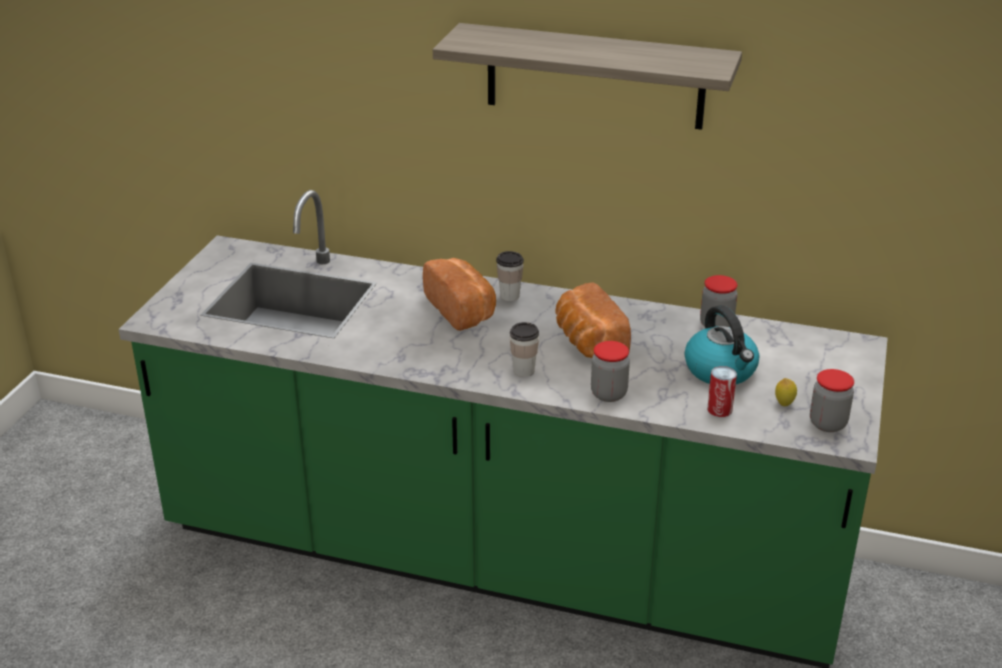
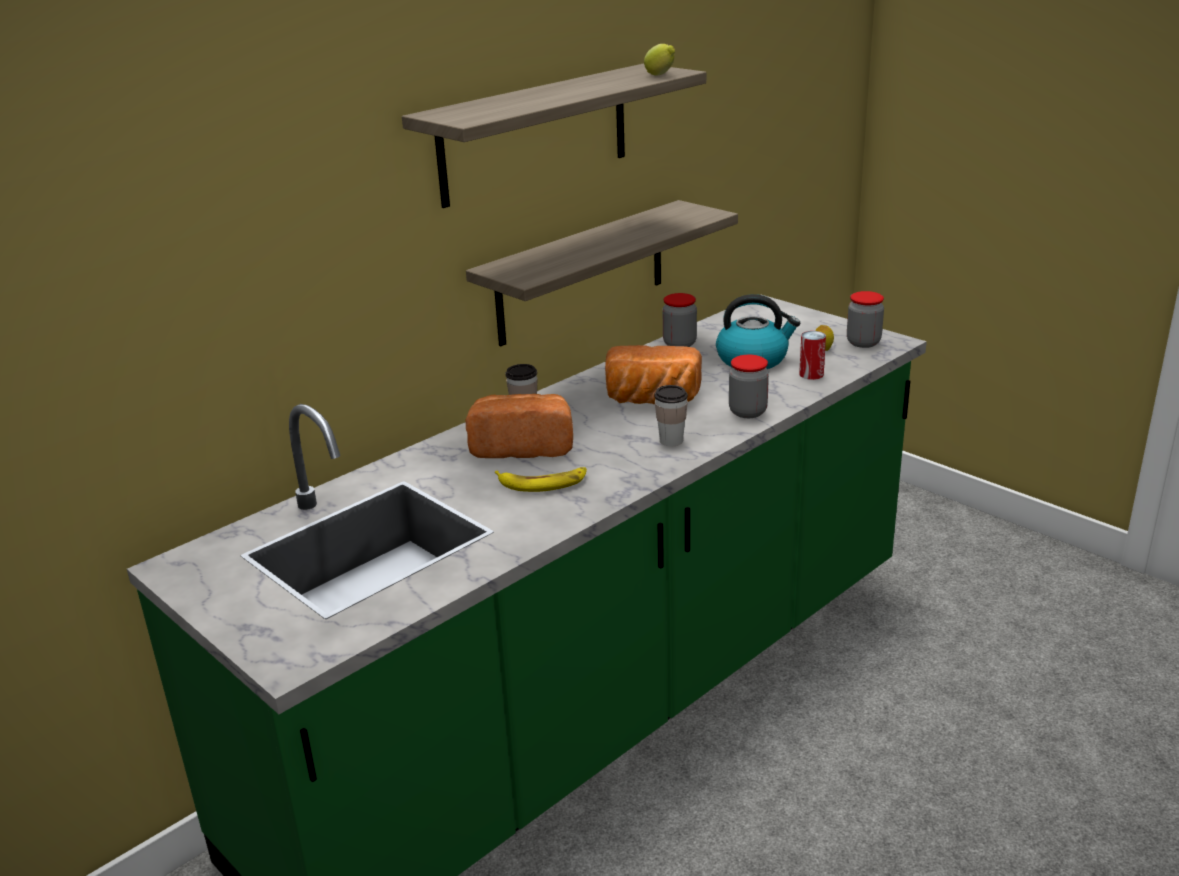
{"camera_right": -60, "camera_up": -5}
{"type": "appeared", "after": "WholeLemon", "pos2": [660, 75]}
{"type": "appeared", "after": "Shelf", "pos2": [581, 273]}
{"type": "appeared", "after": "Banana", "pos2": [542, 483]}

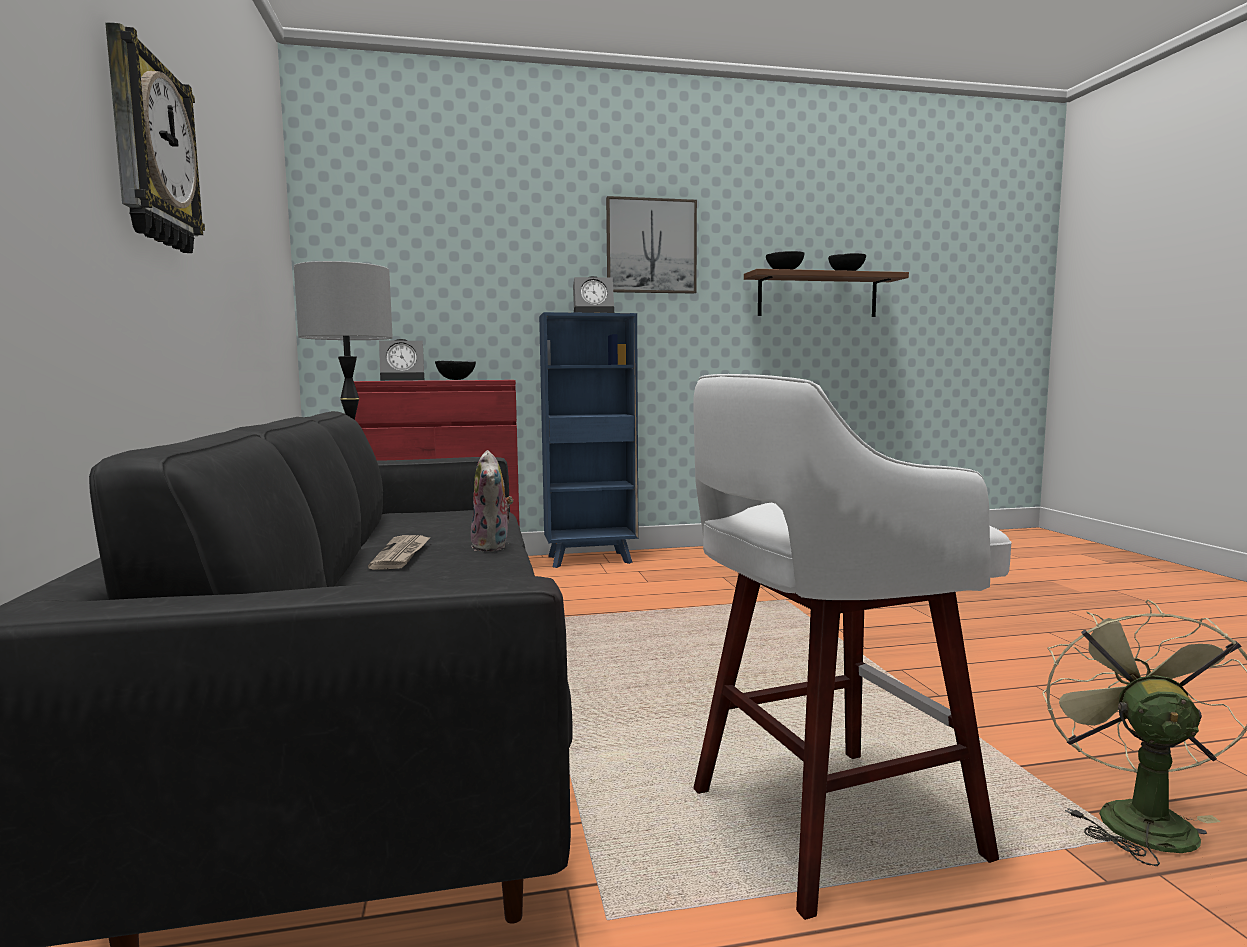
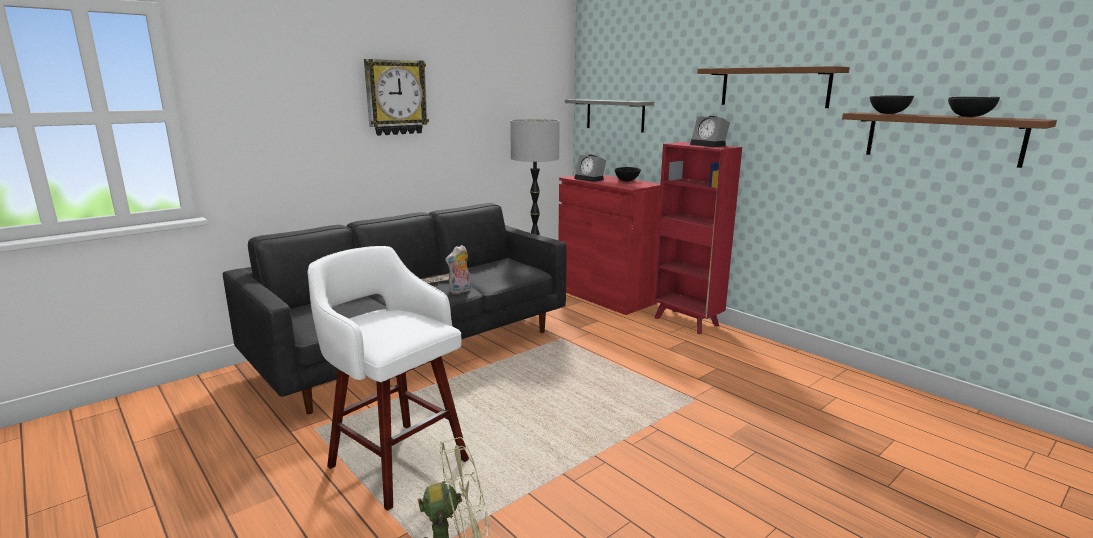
{"camera_right": 60, "camera_up": 10}
{"type": "exchanged", "before": "Picture", "after": "BrownishShelf", "pos1": [651, 246], "pos2": [774, 87]}
{"type": "colour", "before": "BluishBookshelf", "after": "ReddishBookshelf", "pos1": [591, 560], "pos2": [687, 322]}
{"type": "appeared", "after": "GreyShelf", "pos2": [615, 115]}

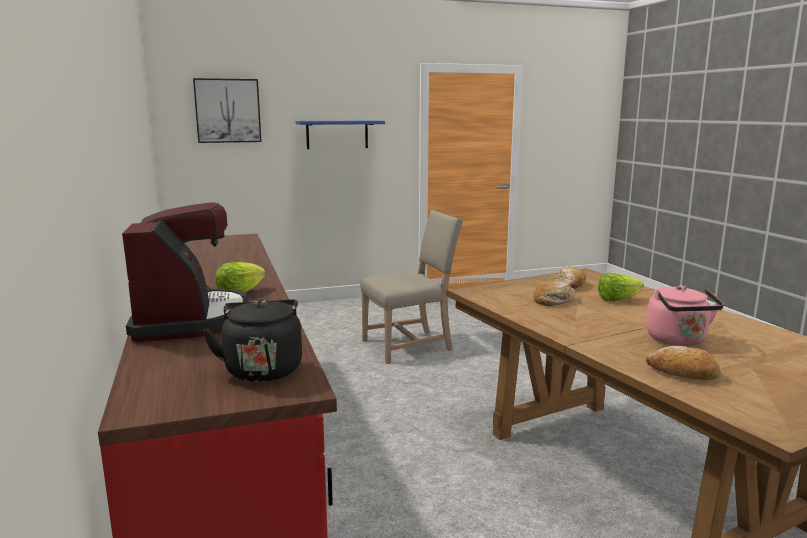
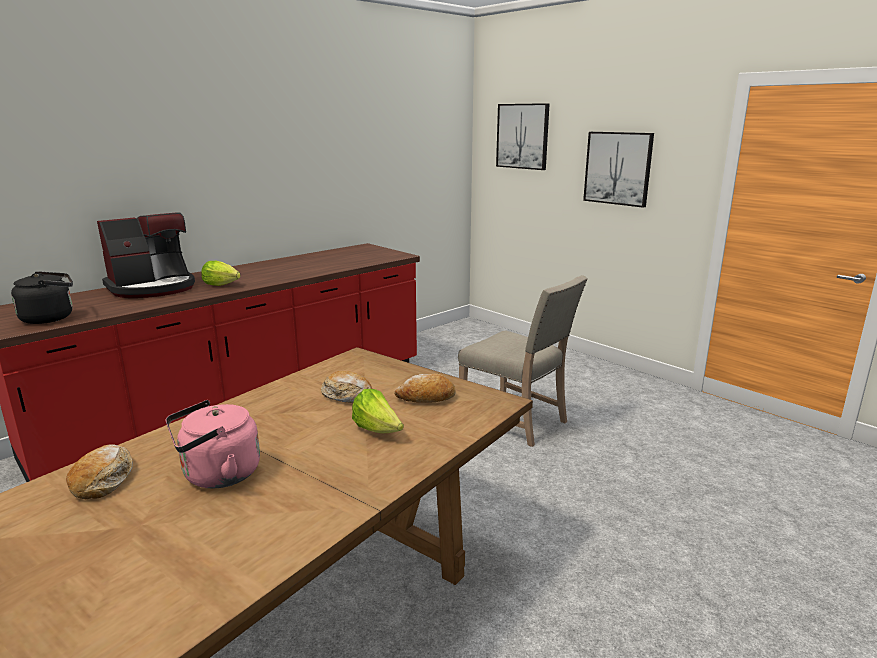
{"camera_right": 65, "camera_up": 5}
{"type": "exchanged", "before": "BluishShelf", "after": "Picture", "pos1": [337, 134], "pos2": [618, 168]}

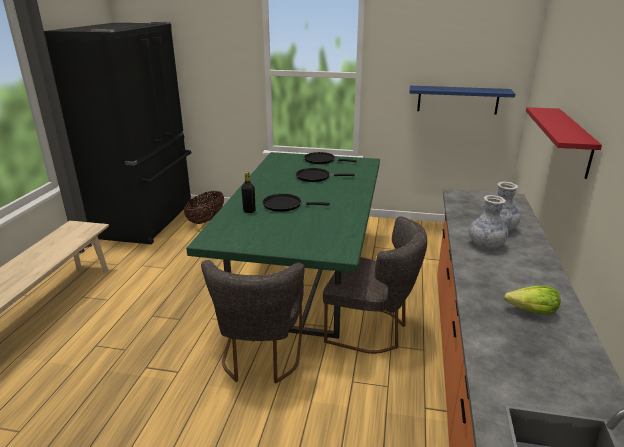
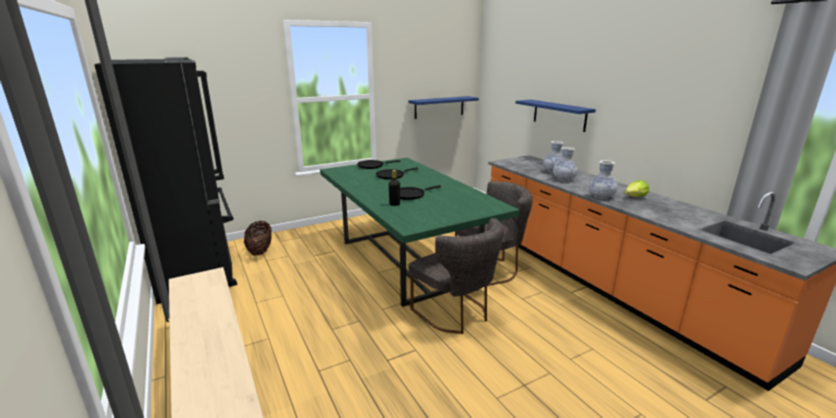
{"camera_right": -40, "camera_up": -5}
{"type": "colour", "before": "ReddishShelf", "after": "BluishShelf", "pos1": [573, 142], "pos2": [559, 115]}
{"type": "appeared", "after": "DecorativeVase", "pos2": [601, 196]}

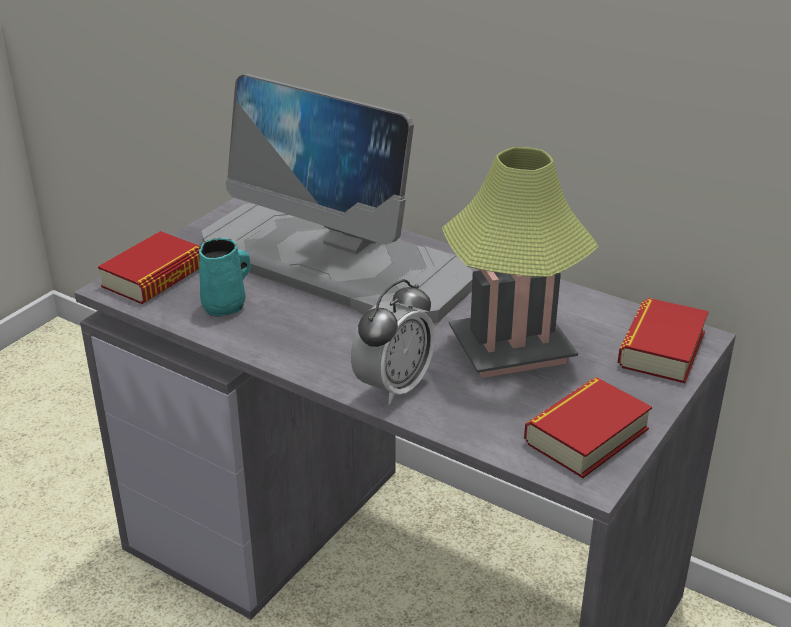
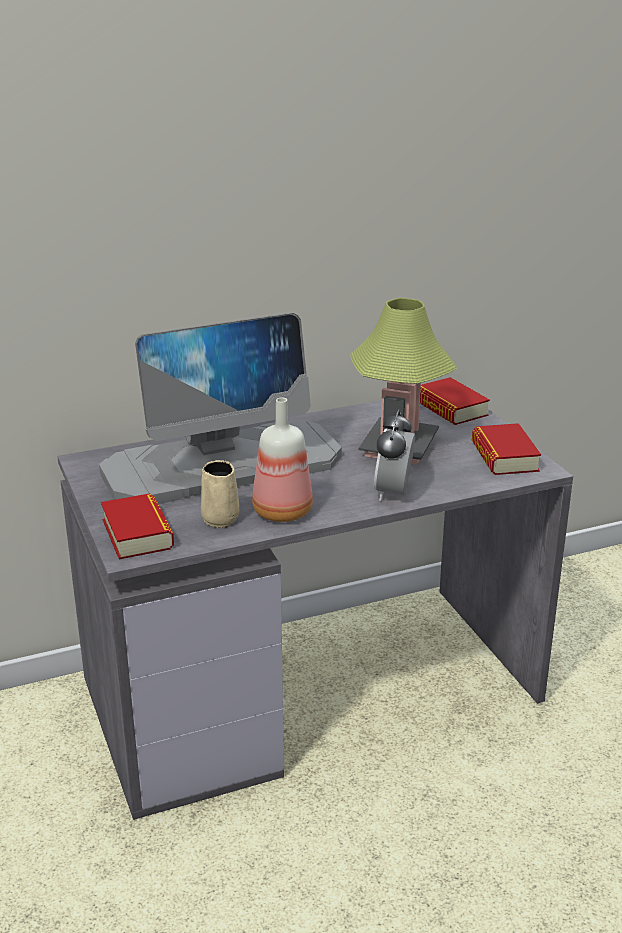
{"camera_right": -55, "camera_up": -5}
{"type": "colour", "before": "BlueGreenCoffeeMug", "after": "BeigeColouredCoffeeMug", "pos1": [226, 305], "pos2": [220, 518]}
{"type": "spun", "before": "TableClock", "pos1": [393, 387], "pos2": [393, 493], "turn": -150}
{"type": "appeared", "after": "Bottle", "pos2": [282, 513]}

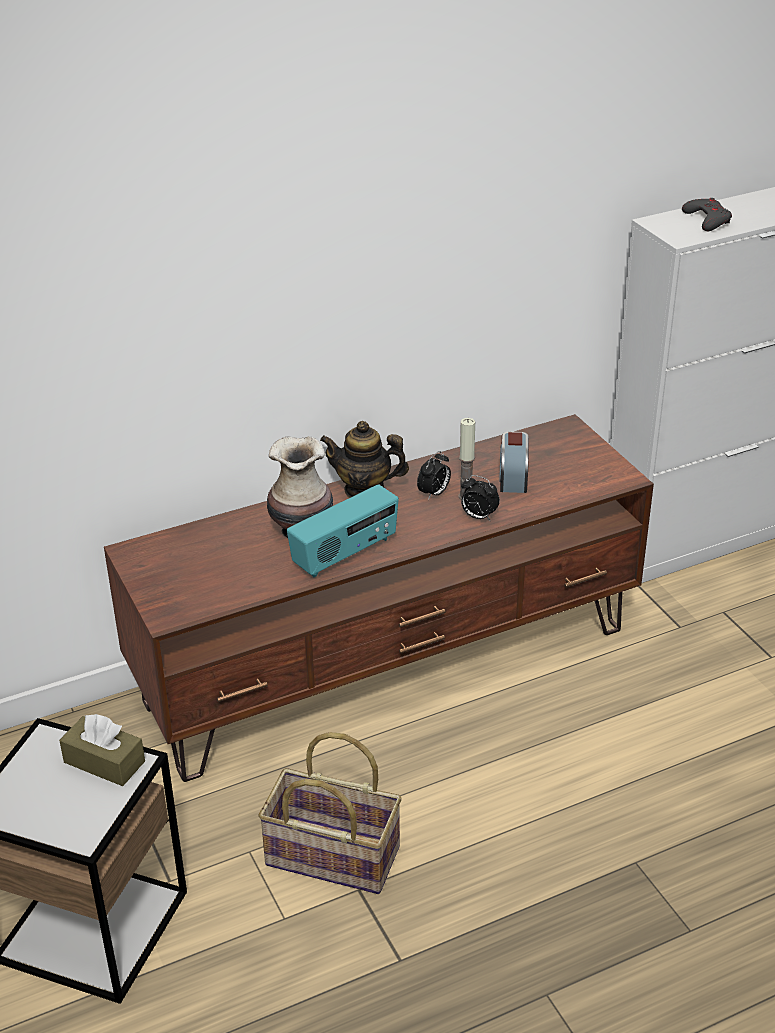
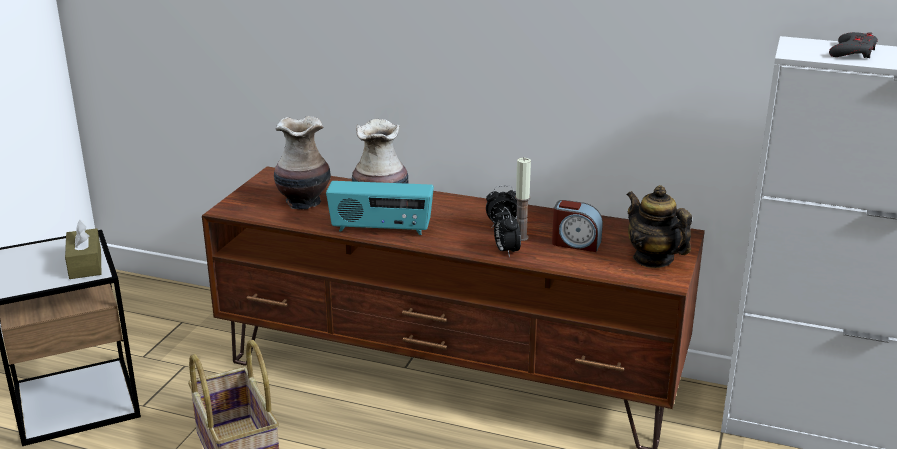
{"camera_right": 45, "camera_up": -10}
{"type": "relocated", "before": "PotForTea", "pos1": [364, 490], "pos2": [653, 259]}
{"type": "spun", "before": "TableClock", "pos1": [513, 478], "pos2": [576, 243], "turn": -120}
{"type": "appeared", "after": "DecorativeVase", "pos2": [303, 202]}

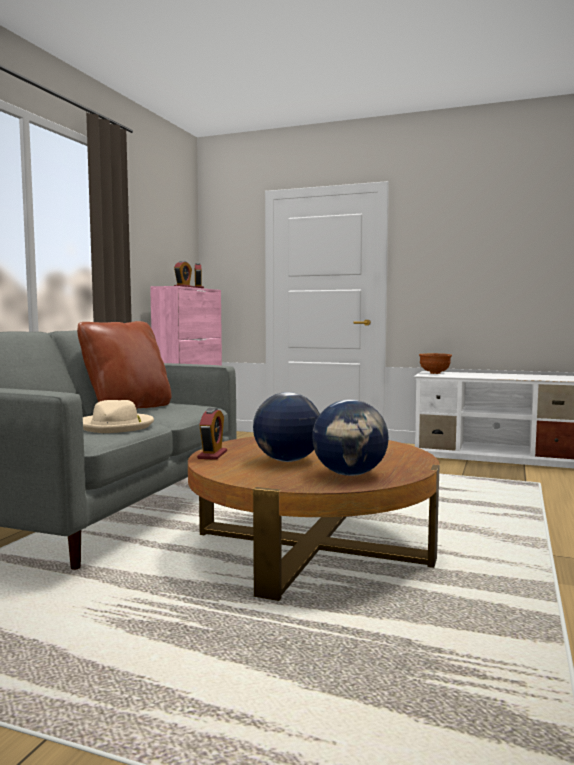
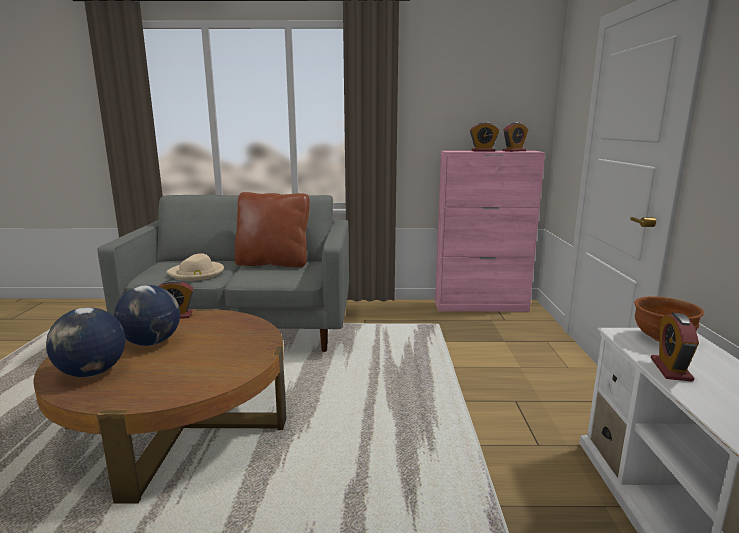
{"camera_right": 70, "camera_up": 10}
{"type": "appeared", "after": "TableClock", "pos2": [671, 369]}

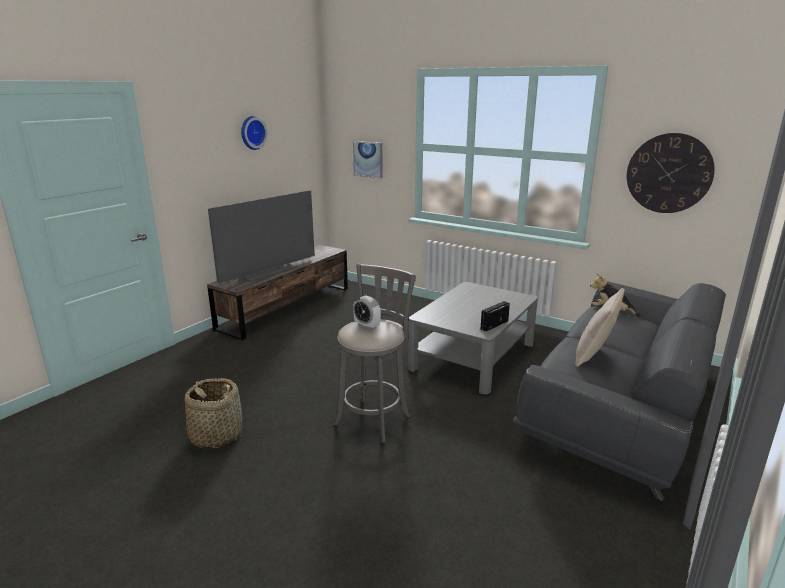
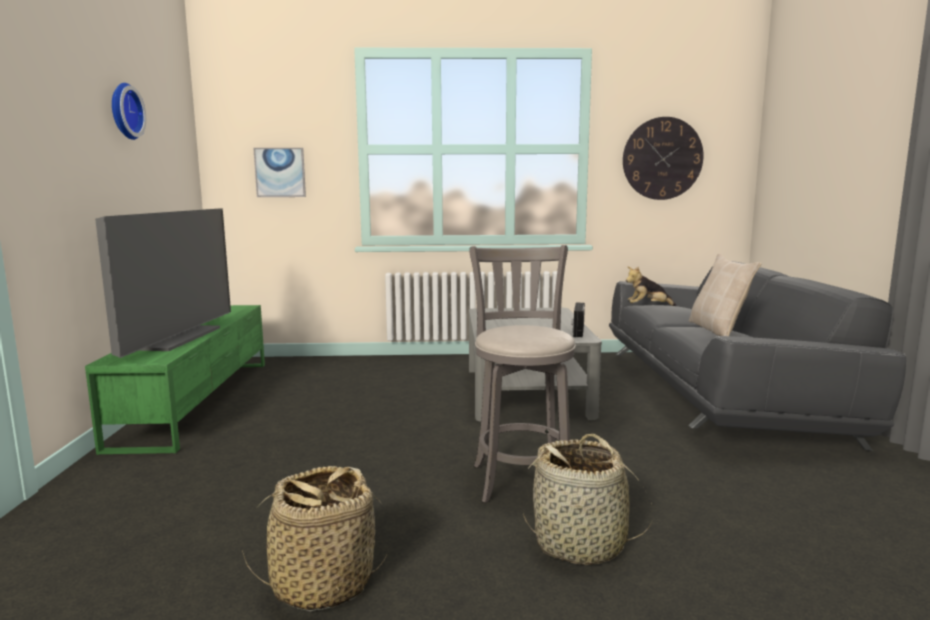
{"camera_right": -35, "camera_up": -10}
{"type": "colour", "before": "BrownishMediaConsole", "after": "GreenMediaConsole", "pos1": [287, 307], "pos2": [198, 400]}
{"type": "missing", "before": "TableClock", "pos1": [367, 326]}
{"type": "appeared", "after": "Basket", "pos2": [580, 543]}

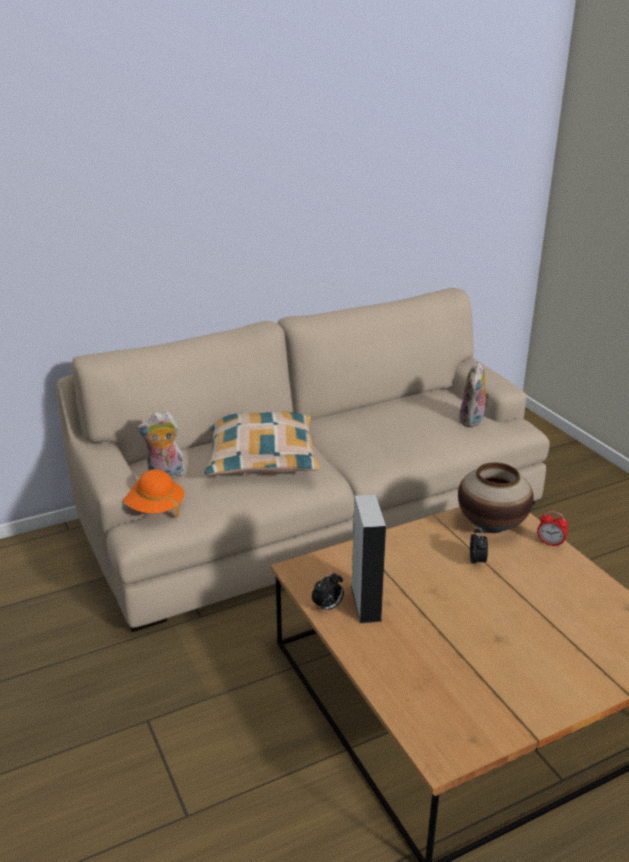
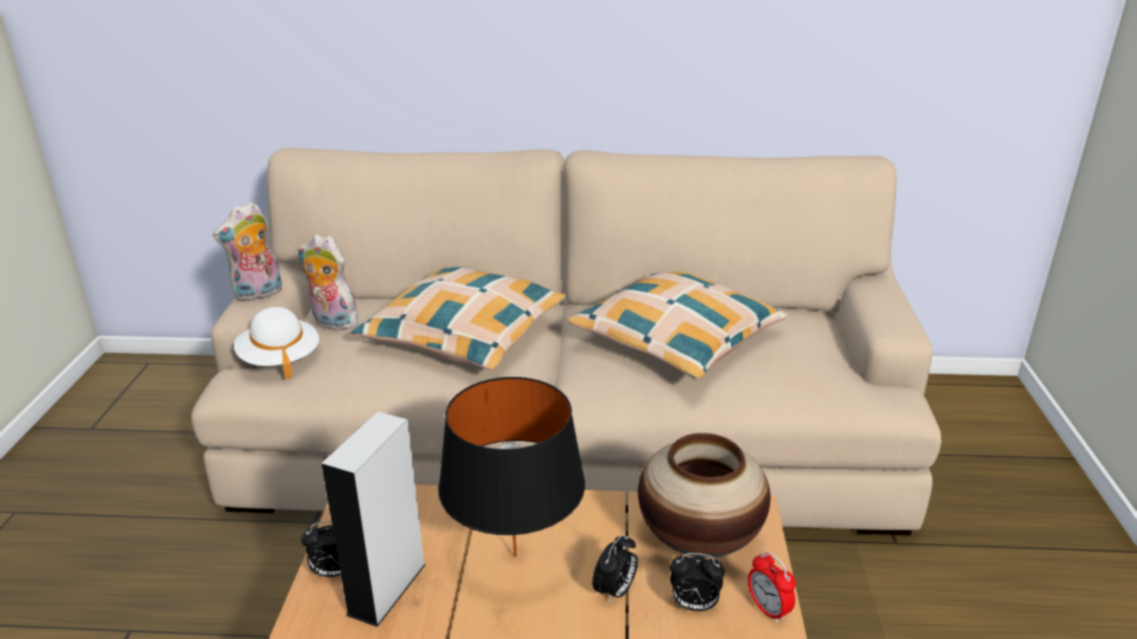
{"camera_right": 30, "camera_up": 0}
{"type": "relocated", "before": "CuddlyToy", "pos1": [473, 421], "pos2": [258, 294]}
{"type": "colour", "before": "OrangeyHat", "after": "WhiteColouredHat", "pos1": [154, 507], "pos2": [279, 359]}
{"type": "appeared", "after": "ThrowPillow", "pos2": [676, 337]}
{"type": "appeared", "after": "BlackishLampForATable", "pos2": [514, 556]}
{"type": "appeared", "after": "TableClock", "pos2": [694, 605]}

